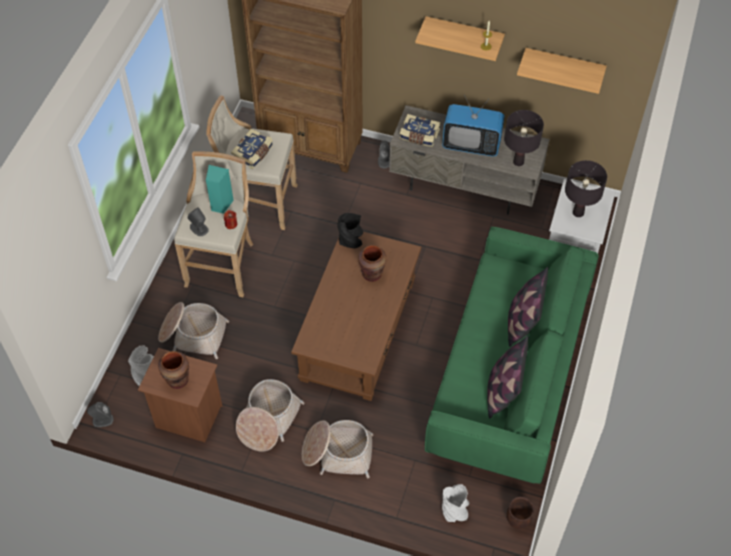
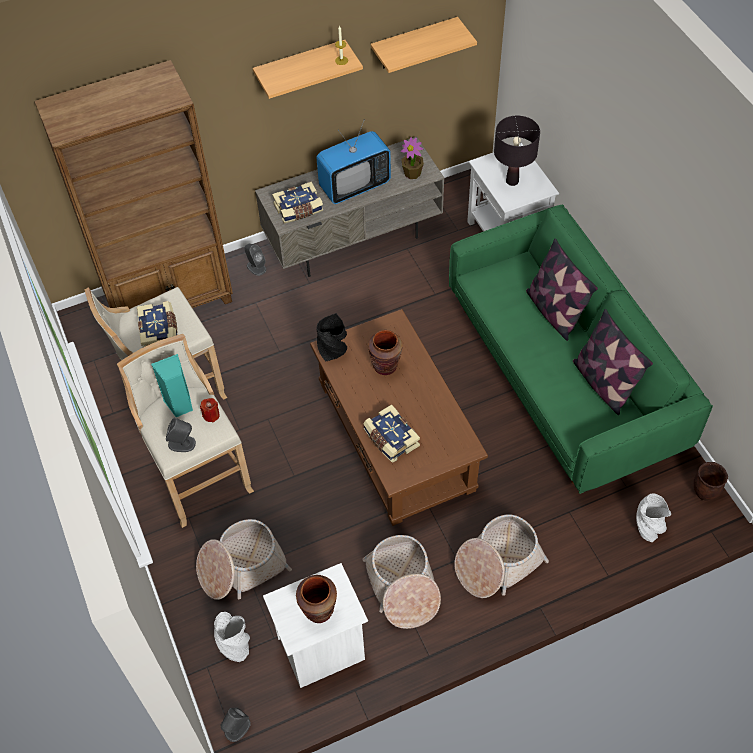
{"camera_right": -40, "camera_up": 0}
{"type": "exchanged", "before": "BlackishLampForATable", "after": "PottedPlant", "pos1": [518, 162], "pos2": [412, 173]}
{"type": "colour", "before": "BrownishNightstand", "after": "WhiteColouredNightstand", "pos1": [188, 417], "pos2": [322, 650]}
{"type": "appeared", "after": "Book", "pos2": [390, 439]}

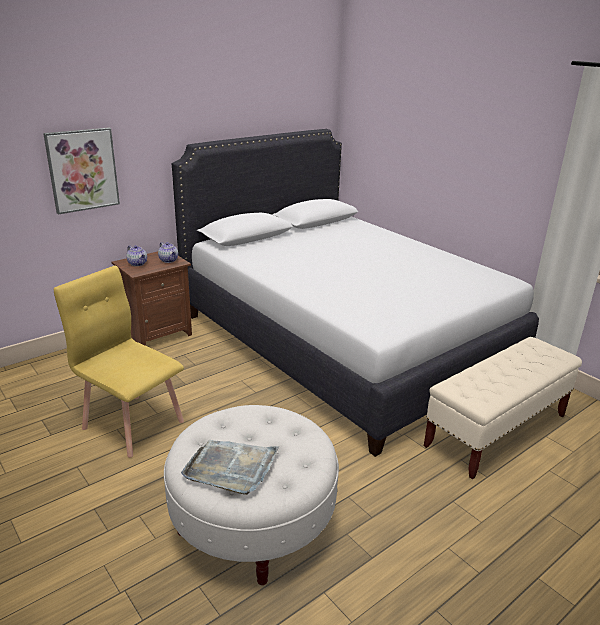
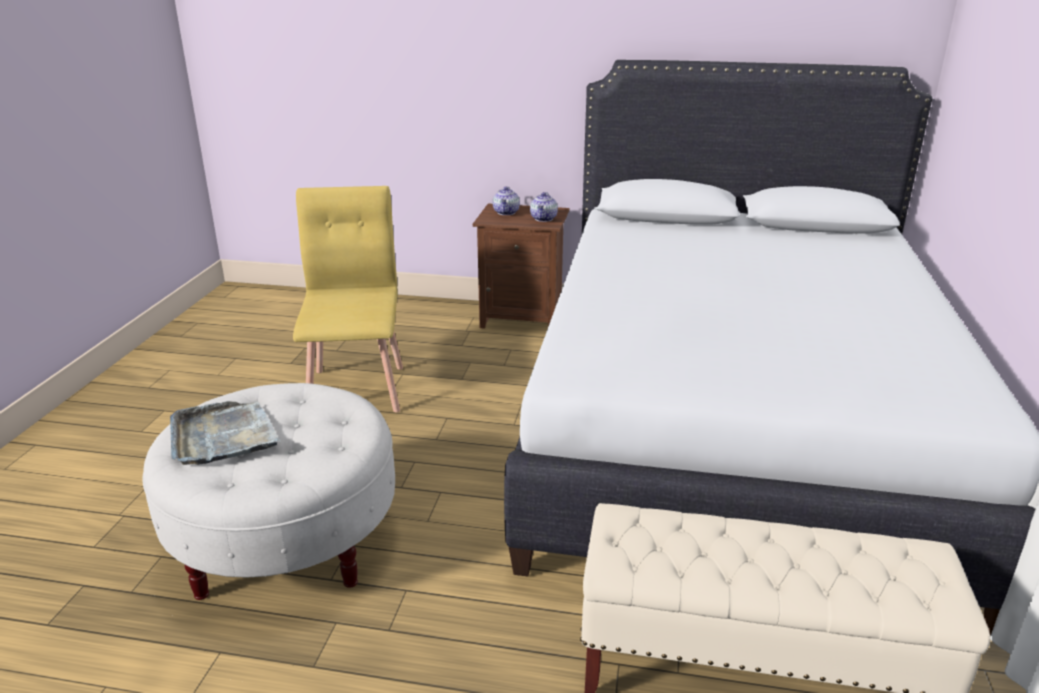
{"camera_right": 50, "camera_up": 0}
{"type": "missing", "before": "Picture", "pos1": [82, 170]}

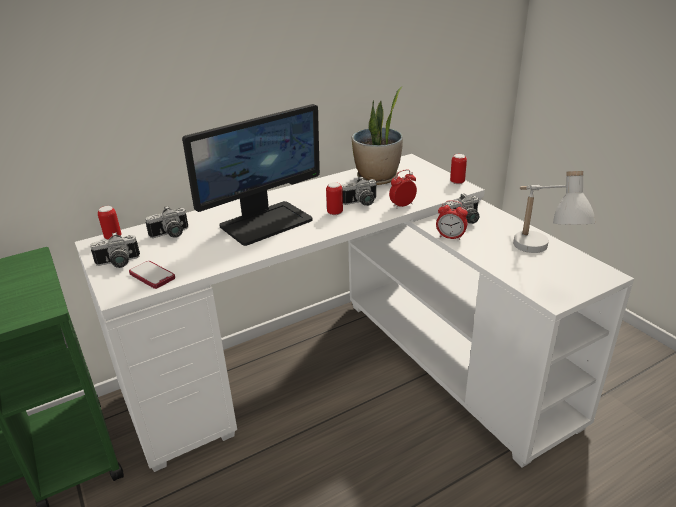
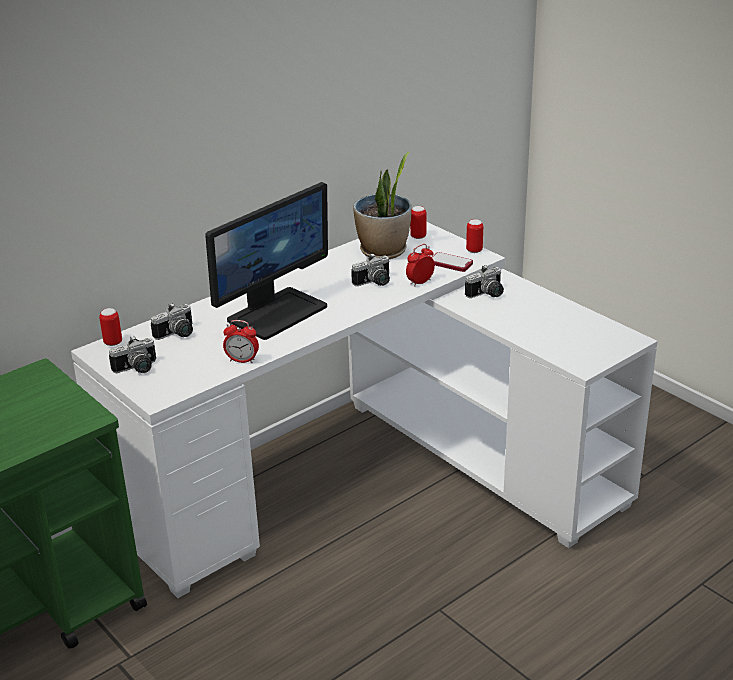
{"camera_right": -10, "camera_up": 0}
{"type": "missing", "before": "WhiteColouredLampForATable", "pos1": [537, 257]}
{"type": "relocated", "before": "MetalCan", "pos1": [335, 213], "pos2": [418, 236]}
{"type": "relocated", "before": "TableClock", "pos1": [450, 237], "pos2": [242, 360]}
{"type": "relocated", "before": "Telephone", "pos1": [152, 276], "pos2": [450, 263]}

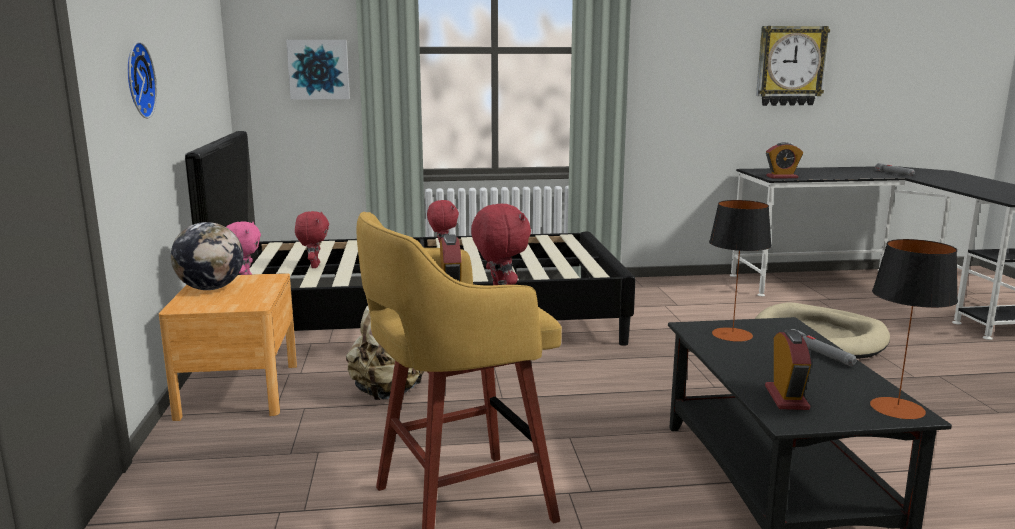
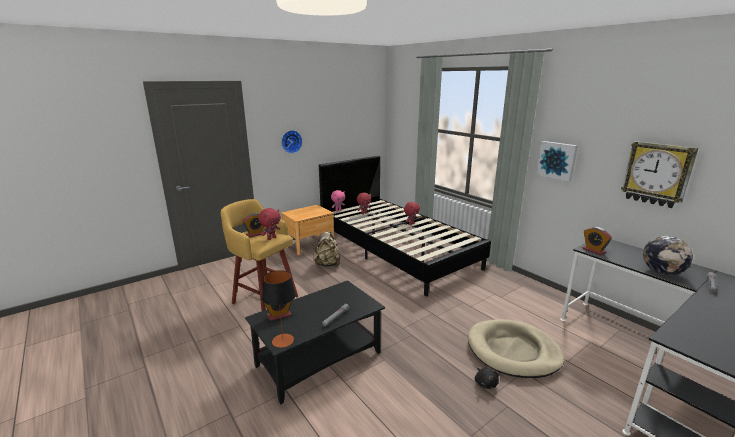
{"camera_right": 60, "camera_up": 5}
{"type": "relocated", "before": "Picture", "pos1": [319, 69], "pos2": [557, 160]}
{"type": "missing", "before": "LampForATable", "pos1": [732, 335]}
{"type": "relocated", "before": "WorldGlobe", "pos1": [211, 288], "pos2": [661, 272]}
{"type": "appeared", "after": "BlackishCuddlyToy", "pos2": [485, 383]}

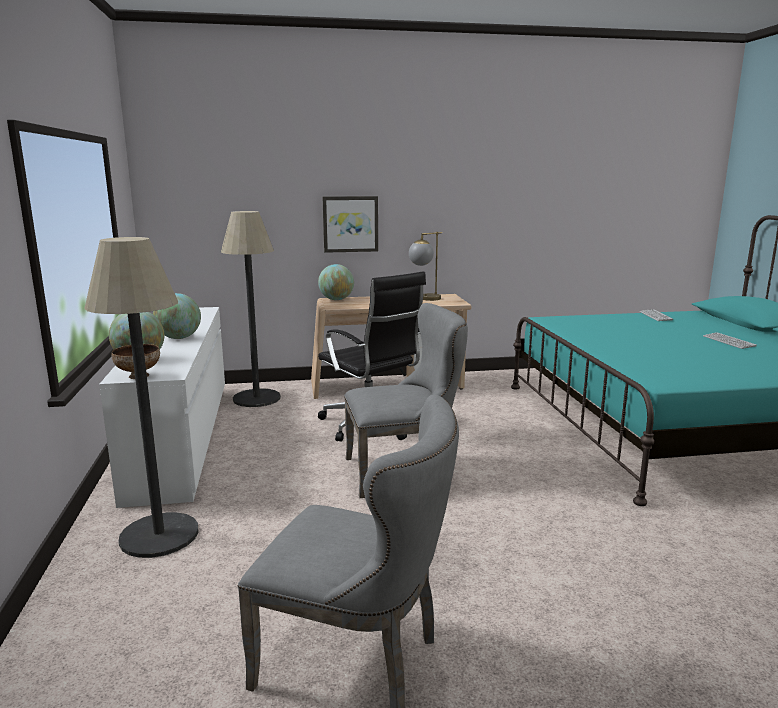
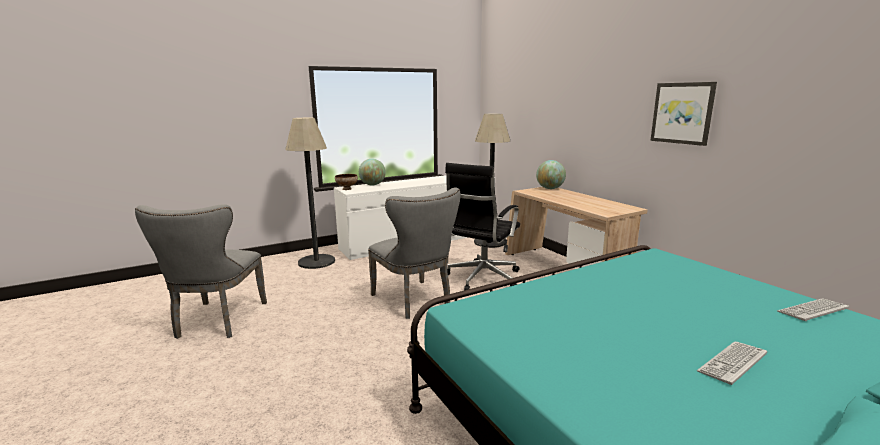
{"camera_right": 70, "camera_up": 0}
{"type": "relocated", "before": "Picture", "pos1": [350, 224], "pos2": [682, 113]}
{"type": "missing", "before": "LampForATable", "pos1": [425, 299]}
{"type": "missing", "before": "WorldGlobe", "pos1": [179, 338]}

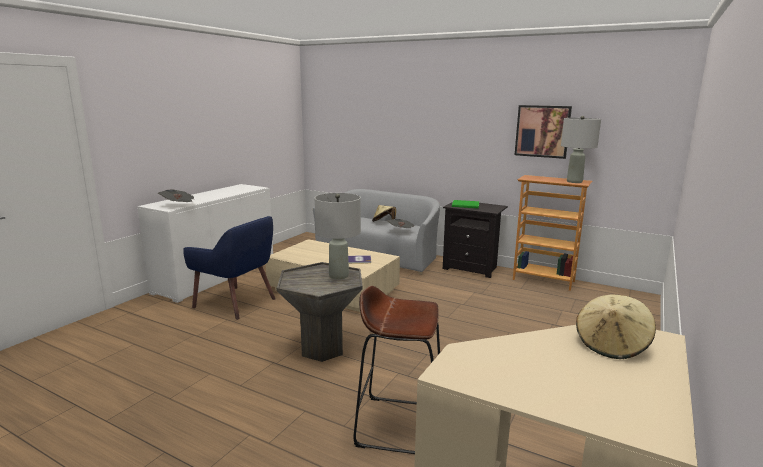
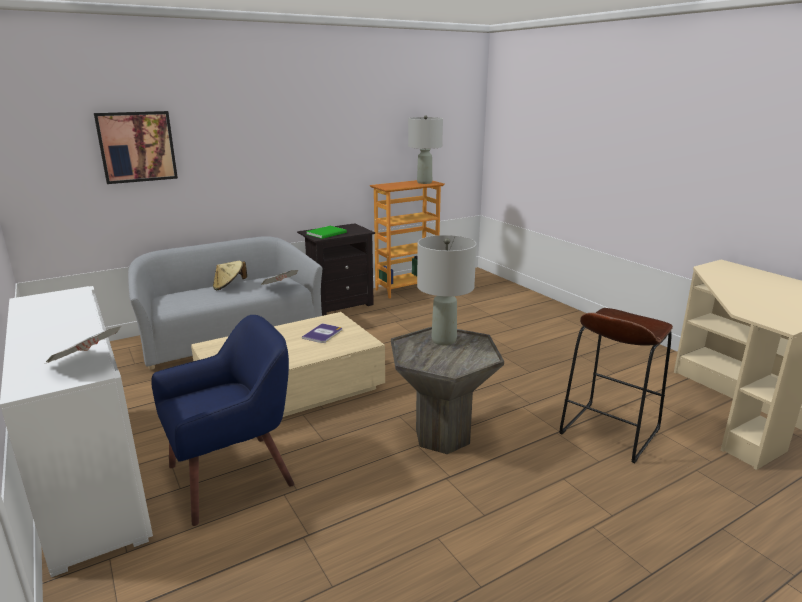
{"camera_right": -60, "camera_up": 5}
{"type": "relocated", "before": "Picture", "pos1": [542, 131], "pos2": [137, 147]}
{"type": "missing", "before": "BeigeColouredHat", "pos1": [612, 345]}

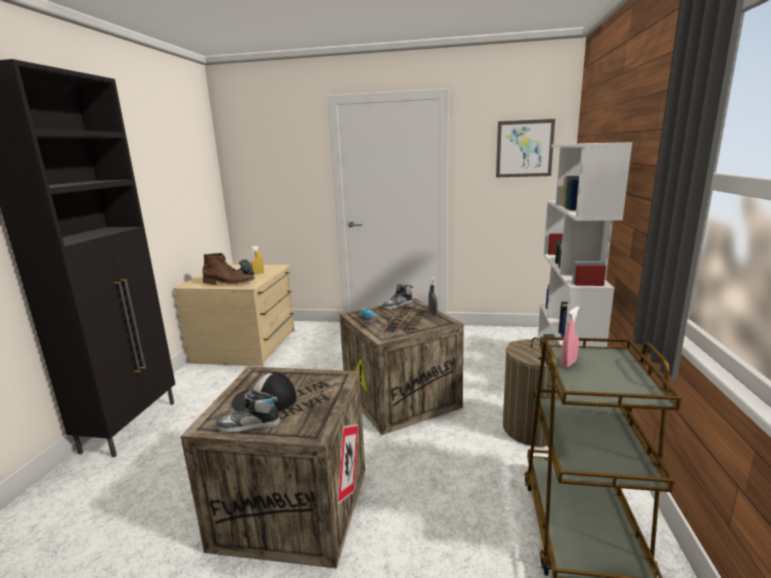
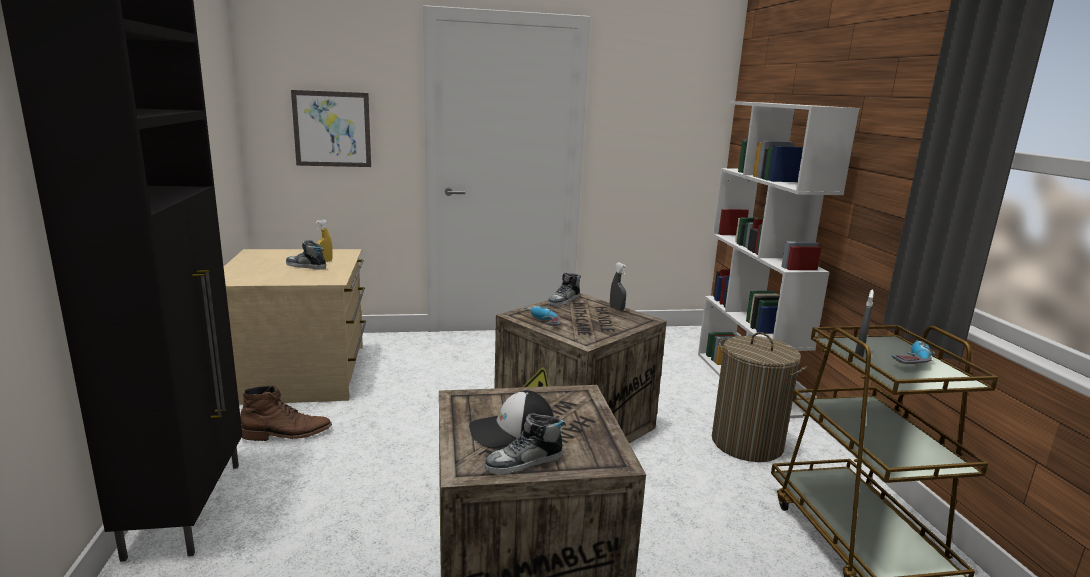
{"camera_right": -20, "camera_up": 0}
{"type": "relocated", "before": "Picture", "pos1": [524, 148], "pos2": [332, 129]}
{"type": "relocated", "before": "BrownishHighTopBoot", "pos1": [229, 283], "pos2": [287, 434]}
{"type": "colour", "before": "PinkSprayer", "after": "GreySprayer", "pos1": [568, 364], "pos2": [859, 354]}
{"type": "appeared", "after": "ElectricDrill", "pos2": [910, 360]}

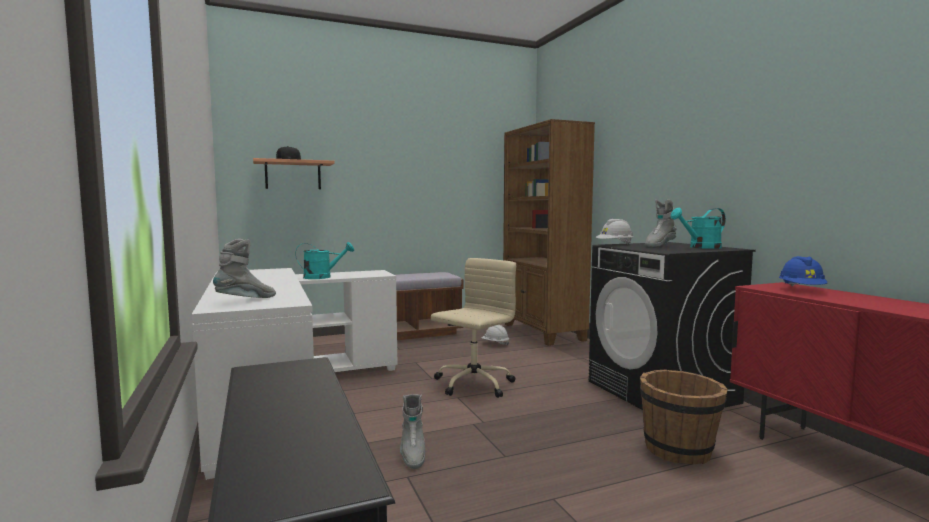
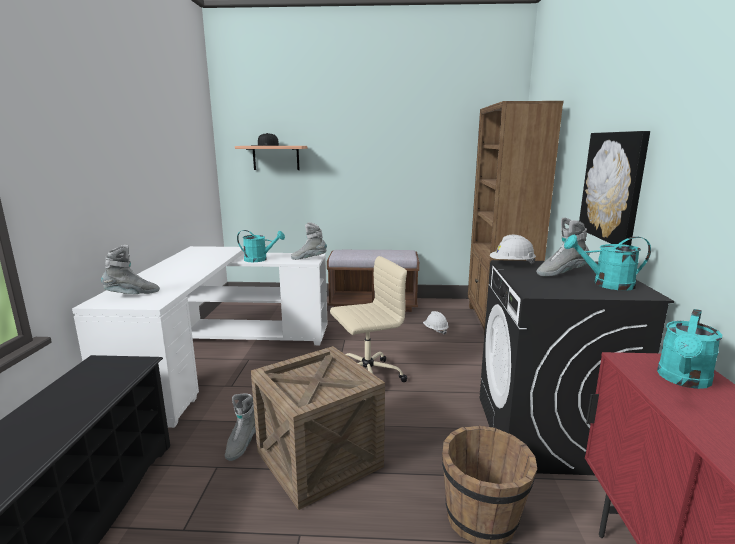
{"camera_right": 25, "camera_up": 10}
{"type": "exchanged", "before": "BluishHardHat", "after": "BlueGreenWateringCan", "pos1": [801, 290], "pos2": [683, 380]}
{"type": "appeared", "after": "Picture", "pos2": [613, 186]}
{"type": "appeared", "after": "GreyHighTopBoot", "pos2": [309, 259]}
{"type": "appeared", "after": "Crate", "pos2": [319, 459]}

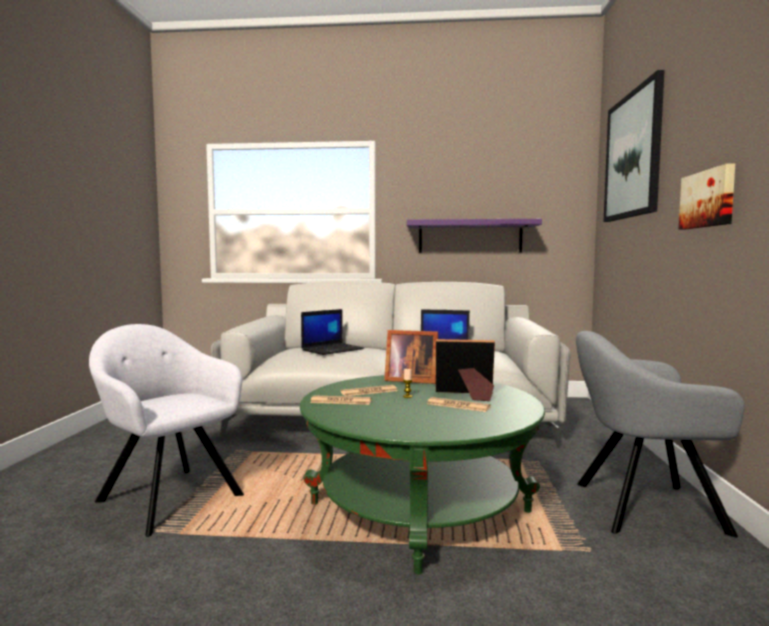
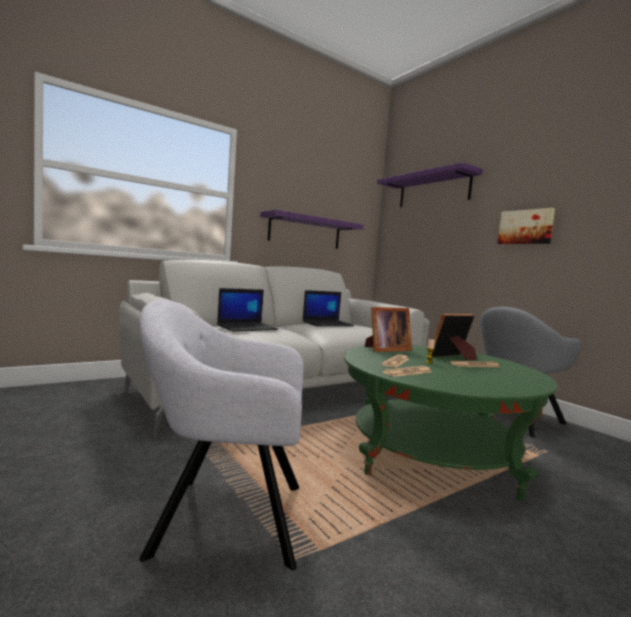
{"camera_right": -40, "camera_up": 0}
{"type": "exchanged", "before": "Picture", "after": "PurpleShelf", "pos1": [633, 155], "pos2": [433, 190]}
{"type": "spun", "before": "Laptop", "pos1": [332, 349], "pos2": [247, 327], "turn": 45}

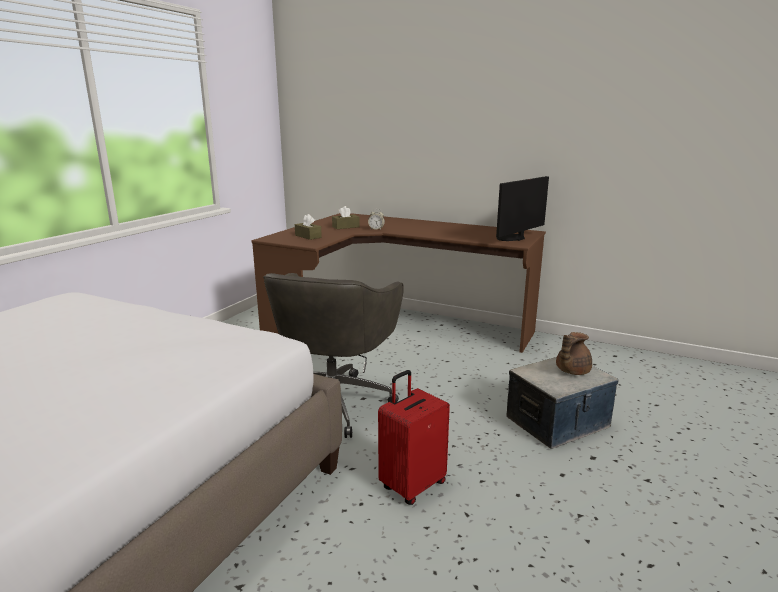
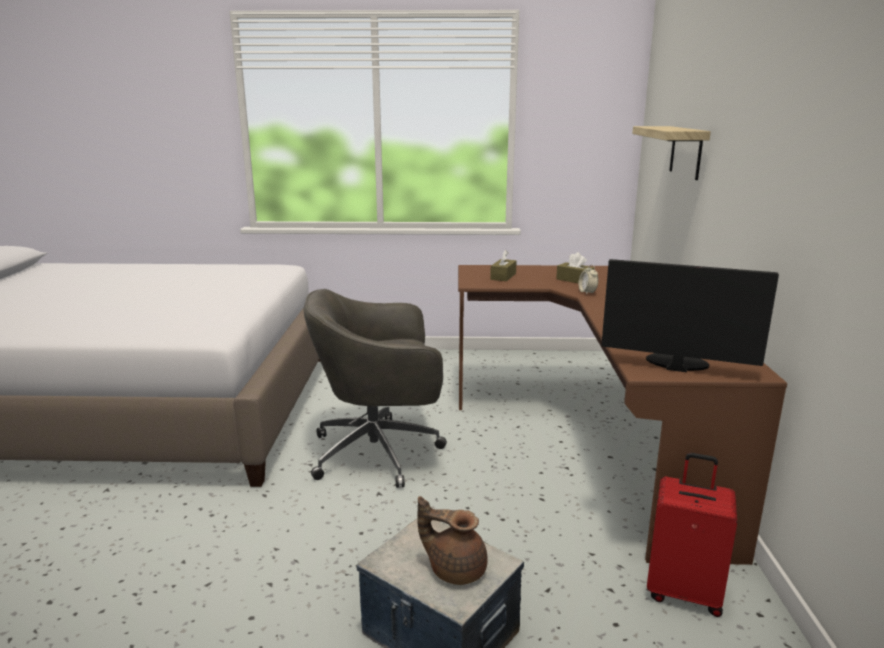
{"camera_right": 65, "camera_up": 0}
{"type": "relocated", "before": "ReddishPieceOfLuggage", "pos1": [412, 485], "pos2": [684, 592]}
{"type": "appeared", "after": "Shelf", "pos2": [686, 152]}

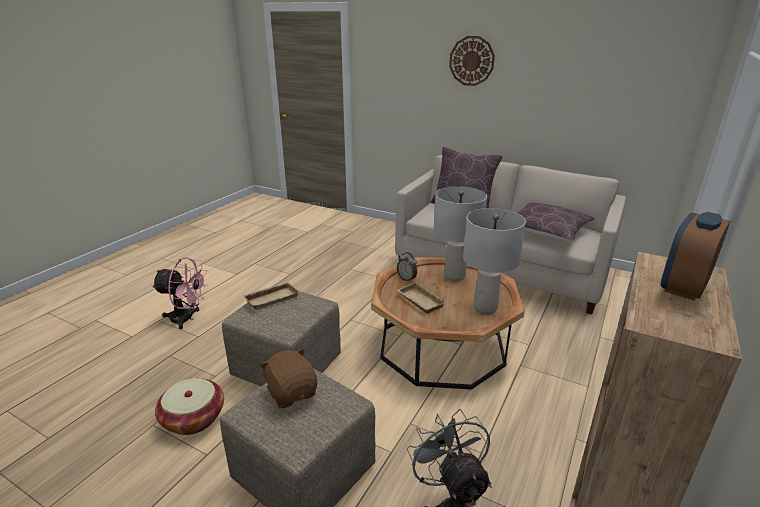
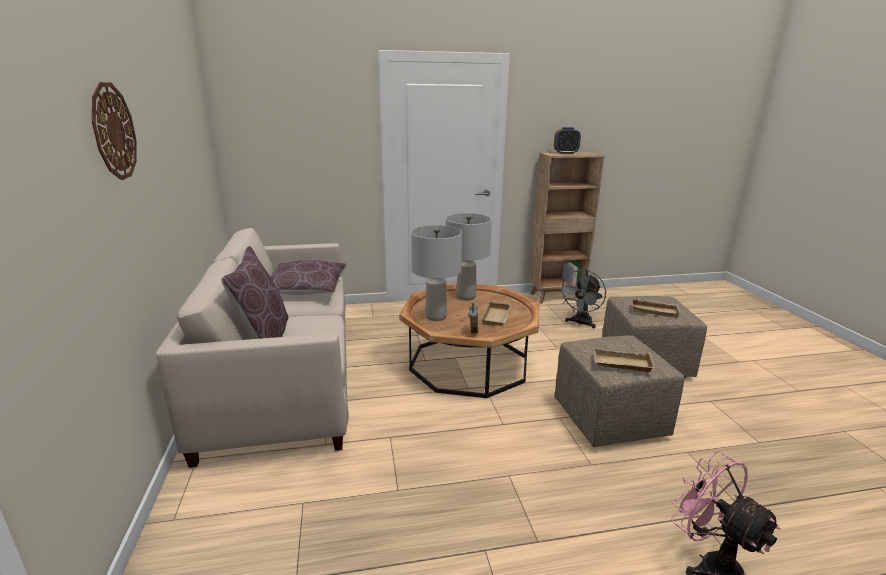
{"camera_right": -130, "camera_up": -5}
{"type": "exchanged", "before": "BrownishCuddlyToy", "after": "BeigeColouredCarryingTray", "pos1": [292, 392], "pos2": [654, 310]}
{"type": "missing", "before": "Basket", "pos1": [193, 418]}

